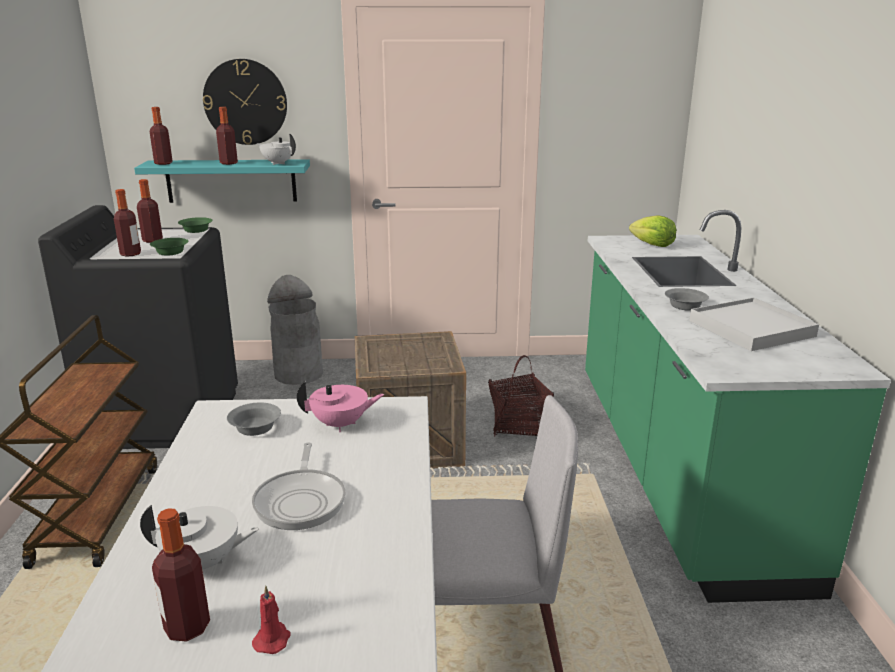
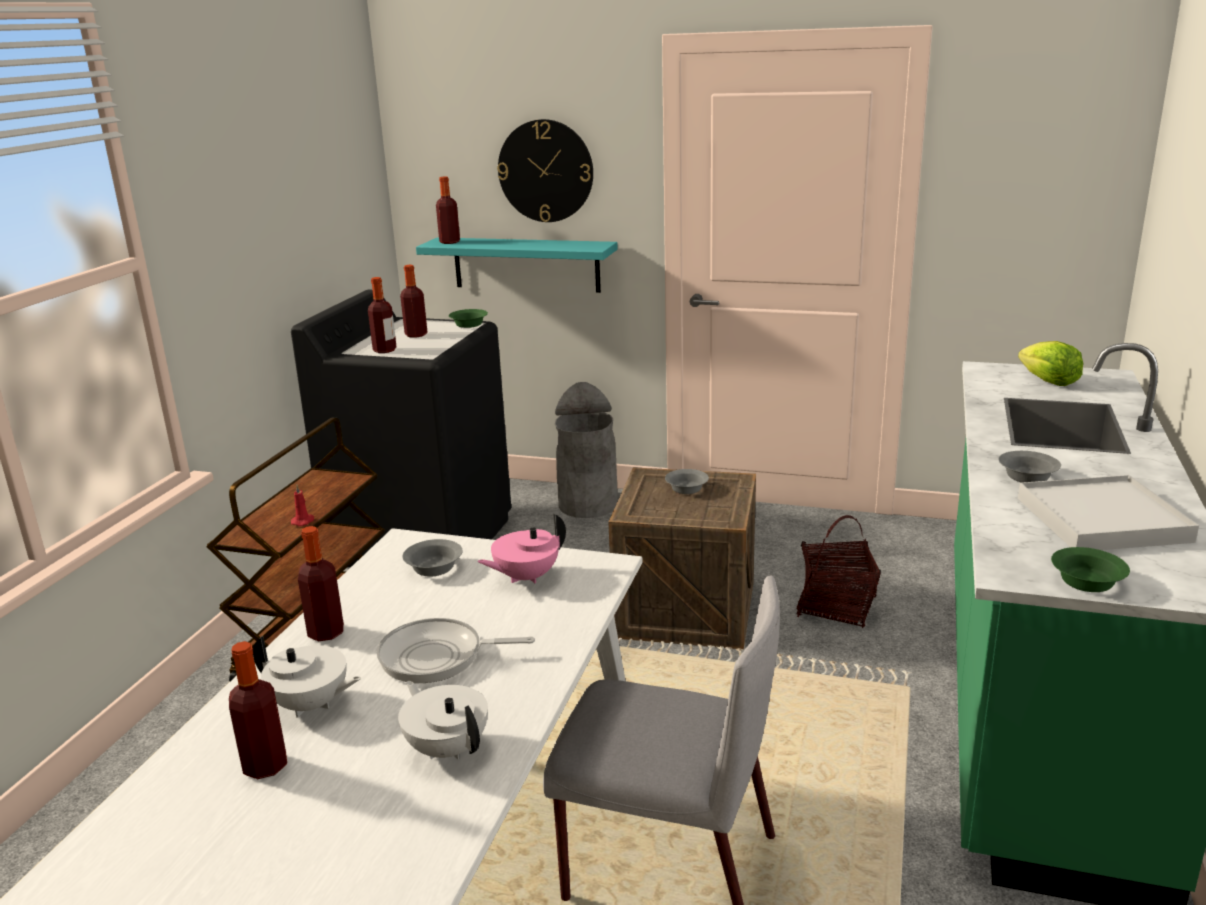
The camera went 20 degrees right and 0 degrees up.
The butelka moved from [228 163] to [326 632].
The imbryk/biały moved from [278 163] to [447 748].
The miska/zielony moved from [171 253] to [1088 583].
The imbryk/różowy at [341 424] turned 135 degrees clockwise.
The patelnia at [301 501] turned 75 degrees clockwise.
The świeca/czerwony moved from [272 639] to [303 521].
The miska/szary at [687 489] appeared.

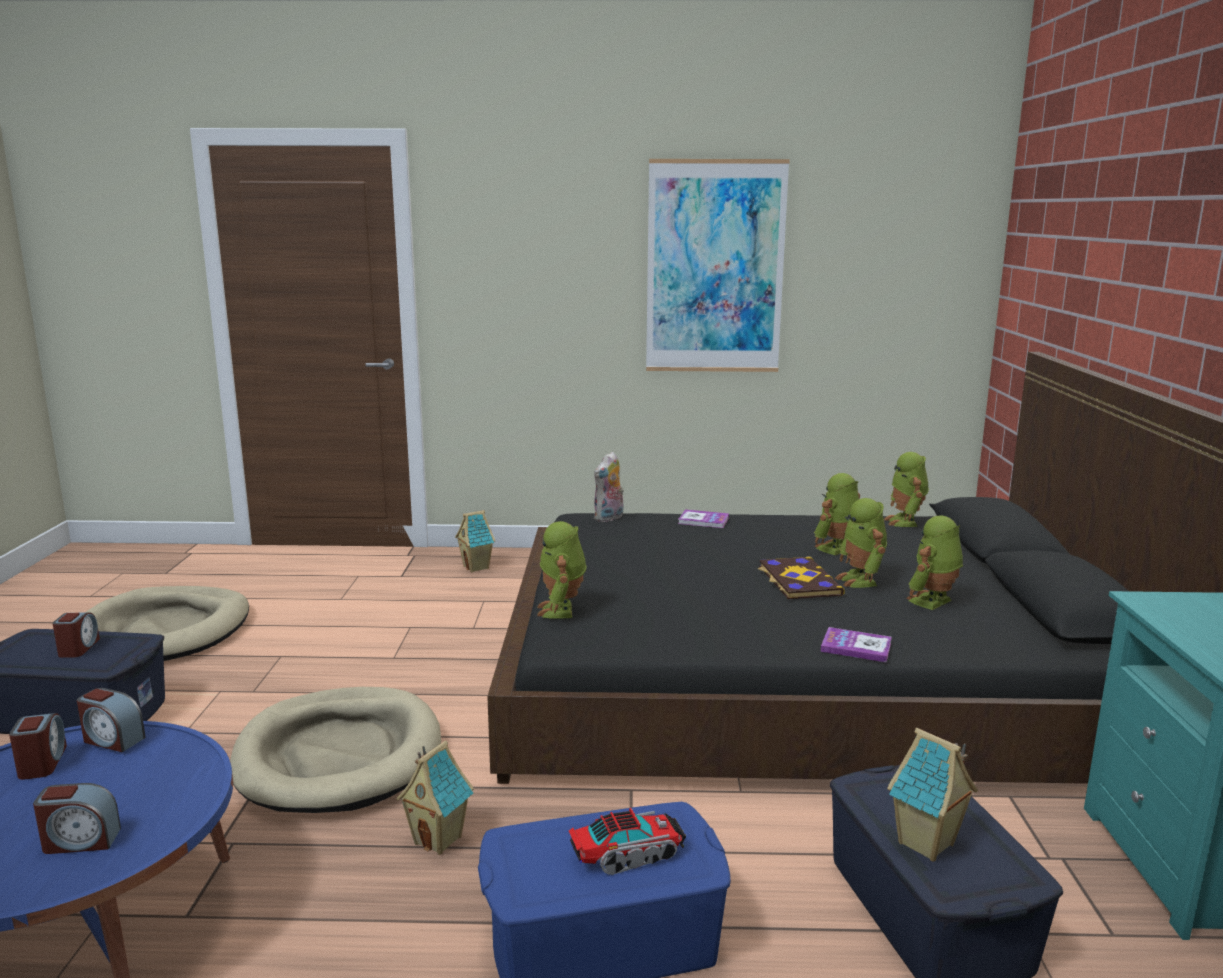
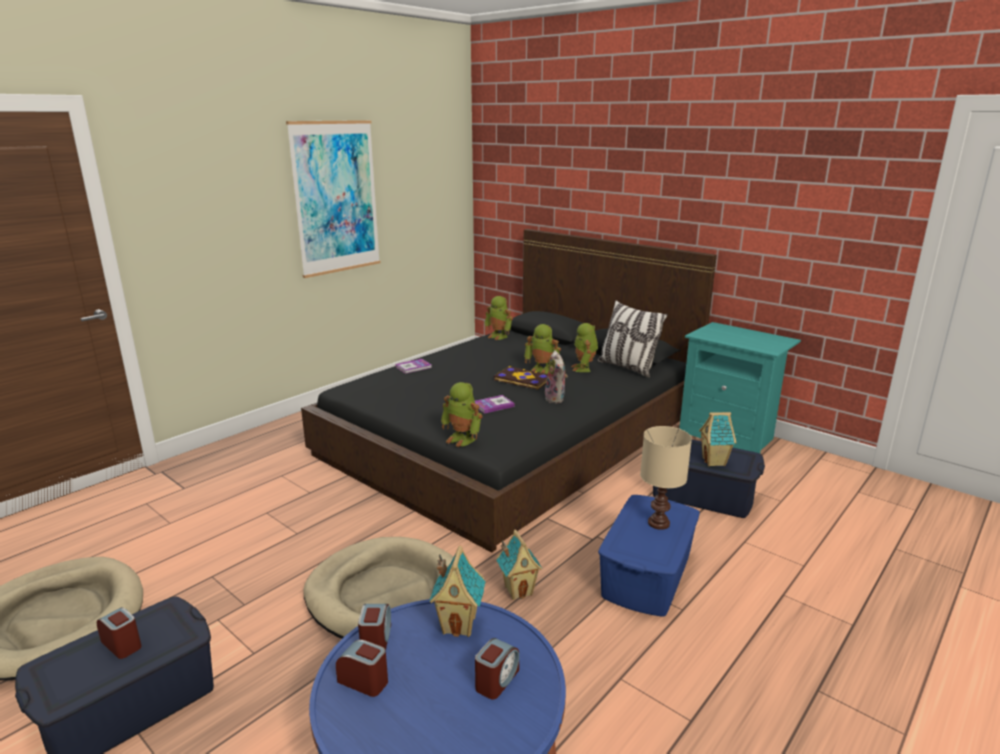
The camera went 50 degrees left and 5 degrees up.
The pluszak moved from [609 518] to [556 399].
The robot zabawkowy at [837 549] disappeared.
The domek moved from [477 567] to [459 625].
The książka moved from [856 647] to [493 405].
The budzik at [112 740] turned 60 degrees counterclockwise.
The ciężarówka zabawkowa at [628 855] was replaced by the lampa stołowa/beżowy at [657 523].
The poduszka at [627 368] appeared.

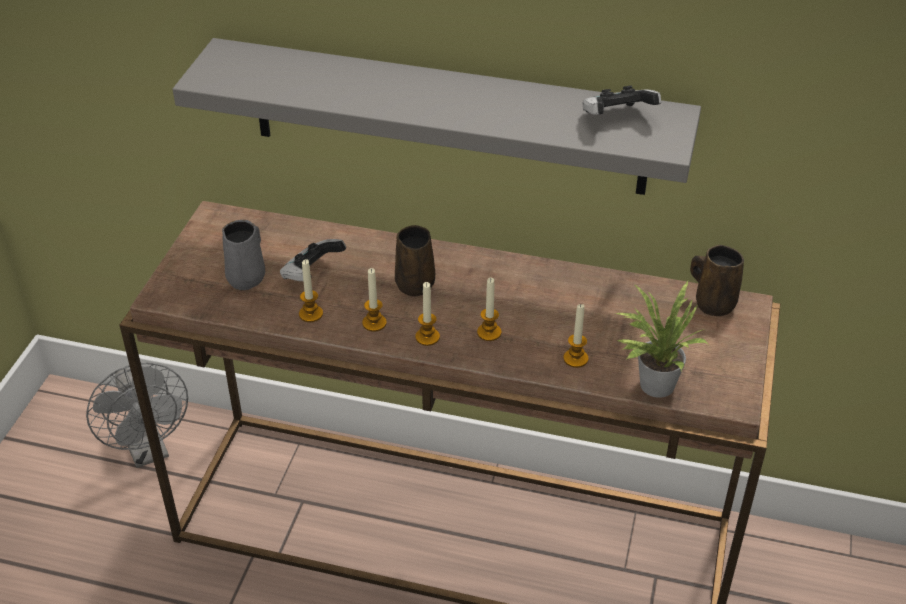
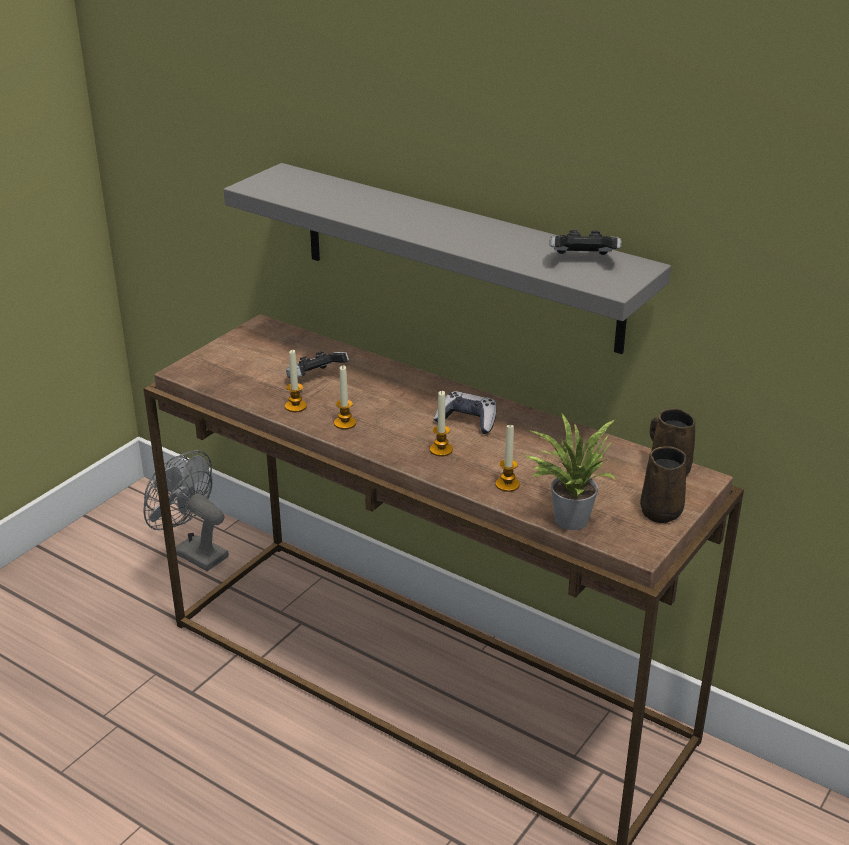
The camera went 20 degrees right and 10 degrees down.
The kubek/szary at [247 277] disappeared.
The kubek/brązowy moved from [416 283] to [662 510].
The świeca at [427 337] disappeared.
The wentylator/szary at [149 451] turned 135 degrees clockwise.
The pad do gier at [467 421] appeared.

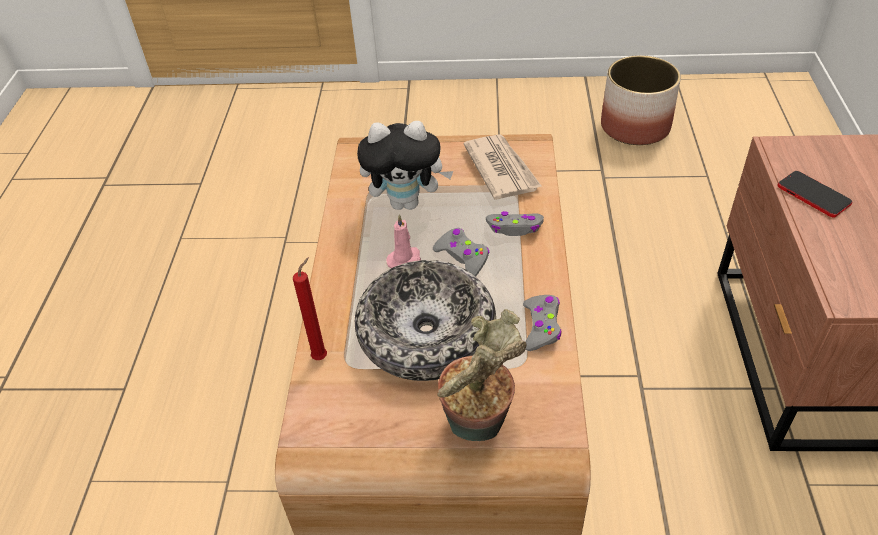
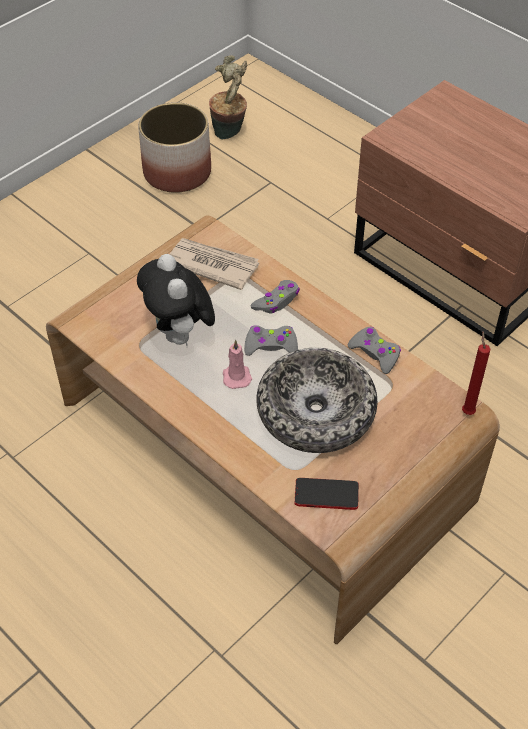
The camera went 50 degrees left and 5 degrees up.
The pluszak at [407 202] turned 120 degrees clockwise.
The telefon moved from [813 195] to [326 494].
The świeca/czerwony moved from [322 356] to [467 411].
The roślina doniczkowa moved from [479 429] to [230 132].

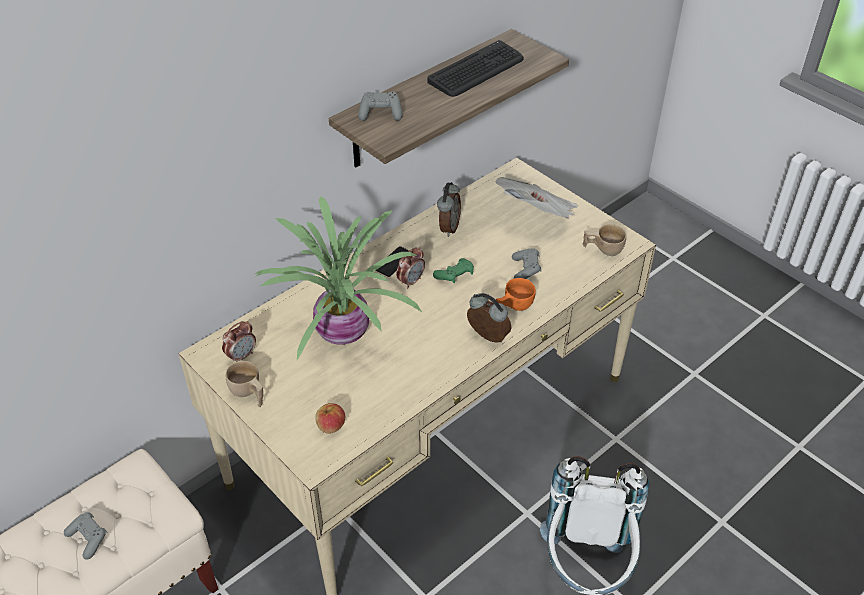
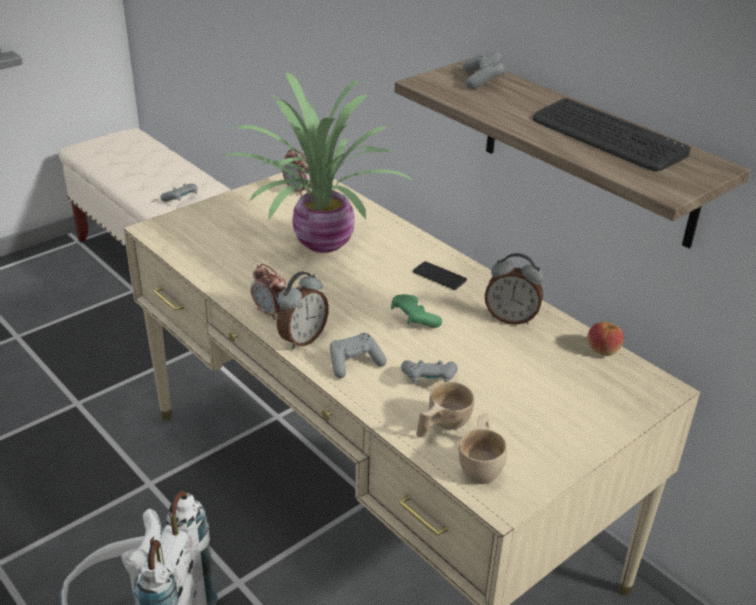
The camera went 90 degrees right and 10 degrees down.
The gazeta at [538 215] disappeared.
The budzik moved from [411 281] to [270 313].
The filiżanka/pomarańczowy at [512 307] was replaced by the pad do gier/szary at [354 363].
The filiżanka/beżowy moved from [248 394] to [441 426].
The jabłko moved from [331 426] to [602 350].

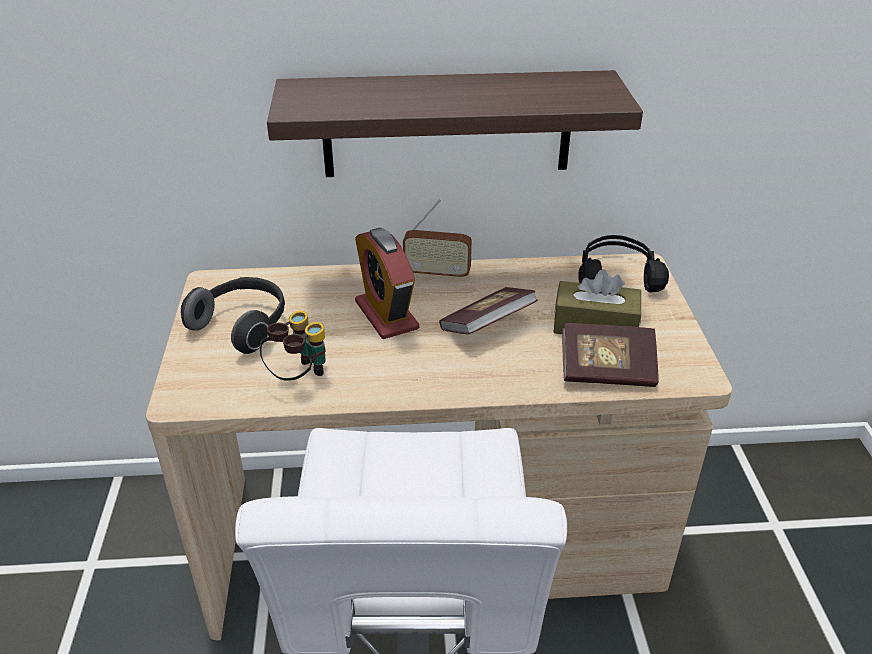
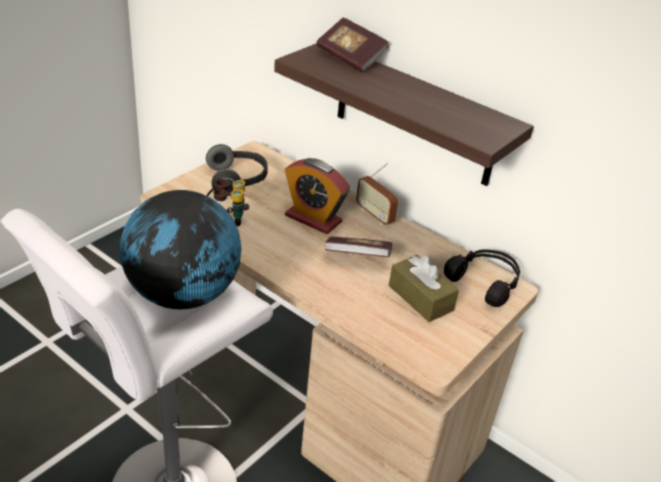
The camera went 40 degrees right and 0 degrees up.
The budzik at [386 315] turned 75 degrees counterclockwise.
The książka moved from [606 371] to [350 58].
The globus at [184 295] appeared.

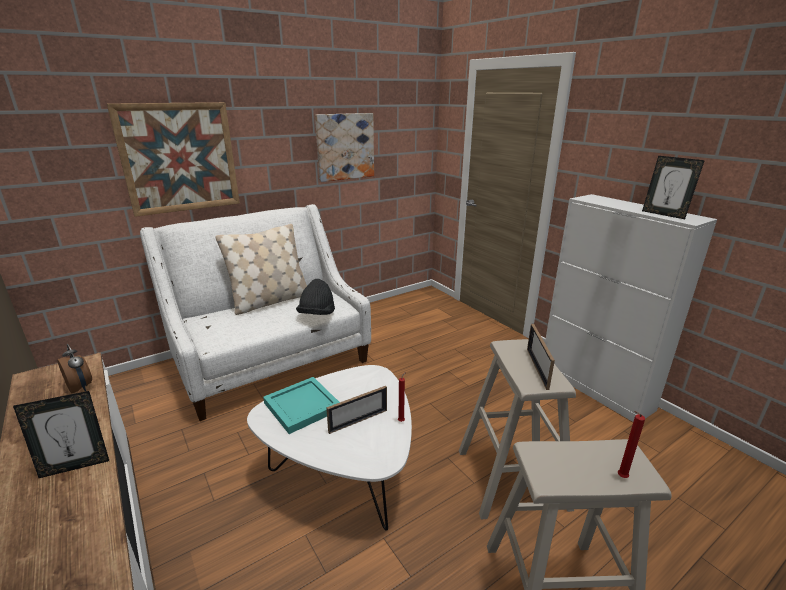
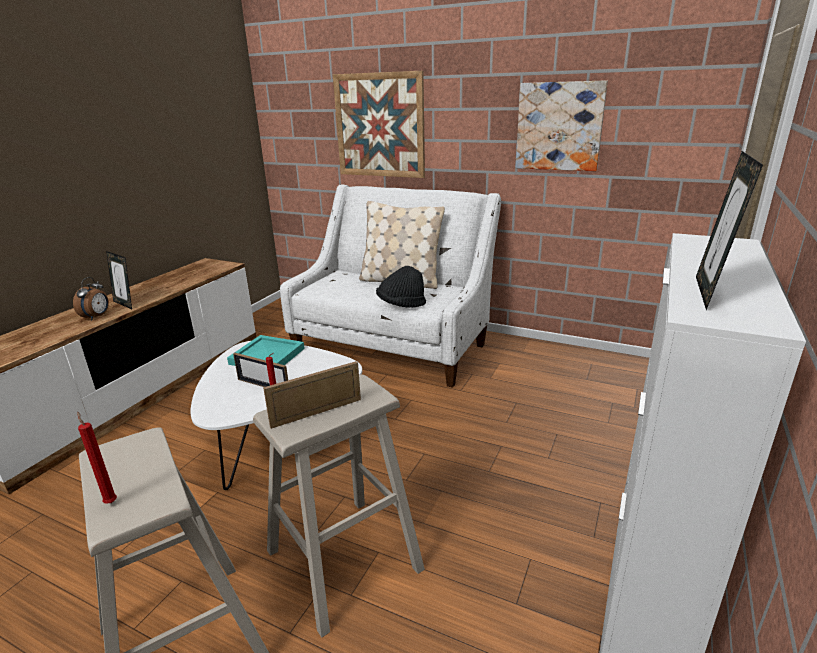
The camera went 60 degrees right and 0 degrees up.
The budzik moved from [81 387] to [97 317].

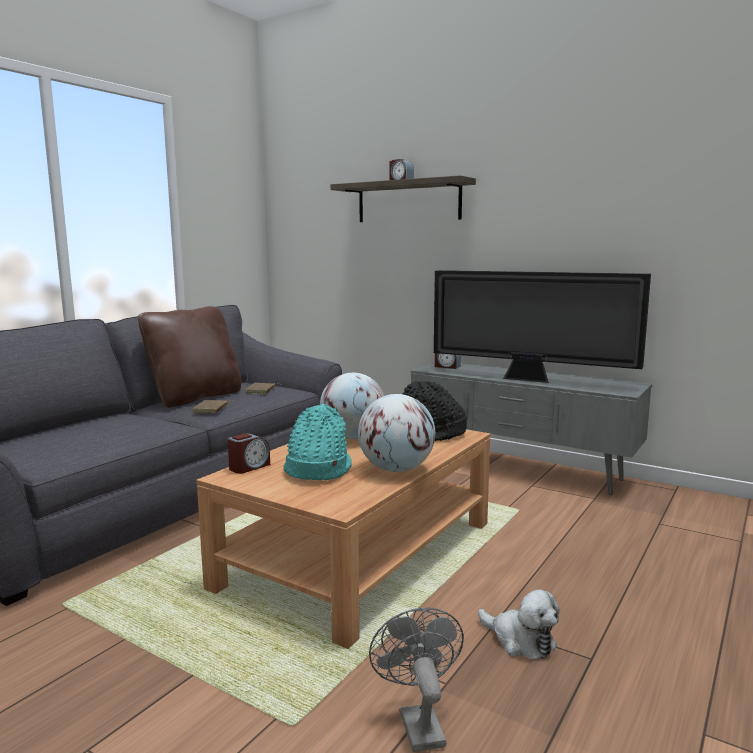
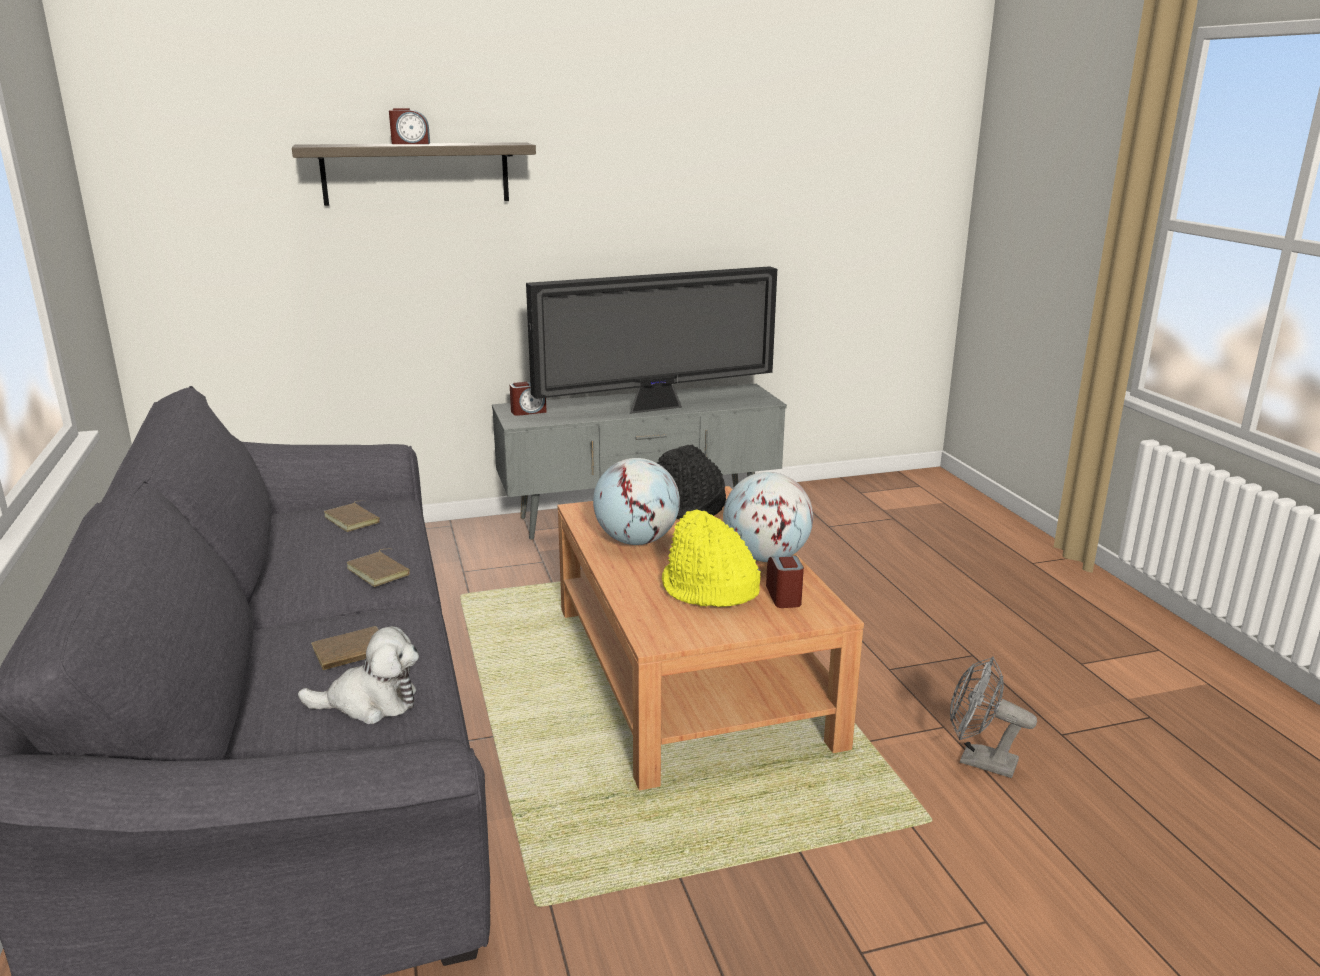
The camera went 50 degrees left and 10 degrees up.
The poduszka/brązowy at [195 397] disappeared.
The kapelusz/turkusowy at [316 469] became the kapelusz/żółty at [708 590].
The budzik moved from [249 467] to [784 596].
The pluszak moved from [520 640] to [370 703].
The książka/brązowy at [351 653] appeared.

